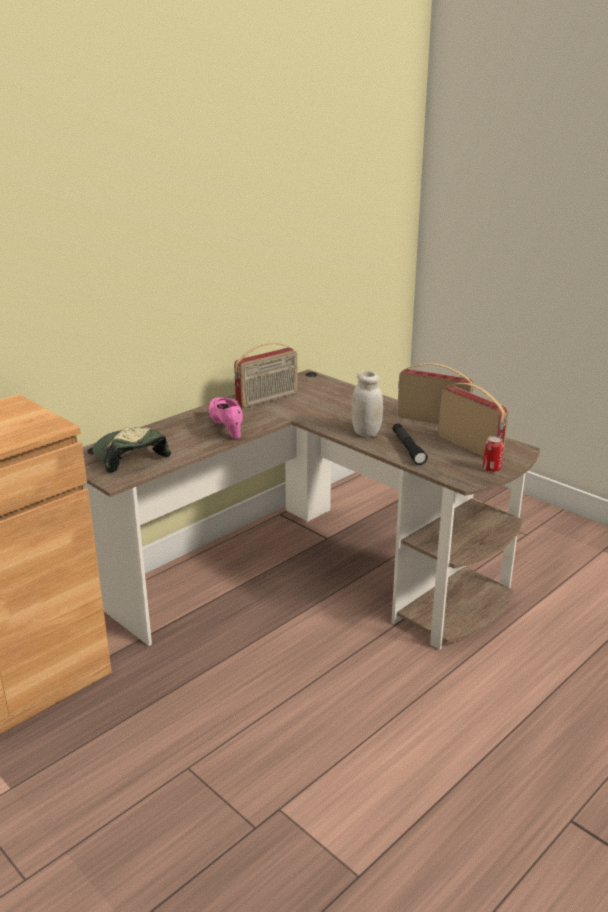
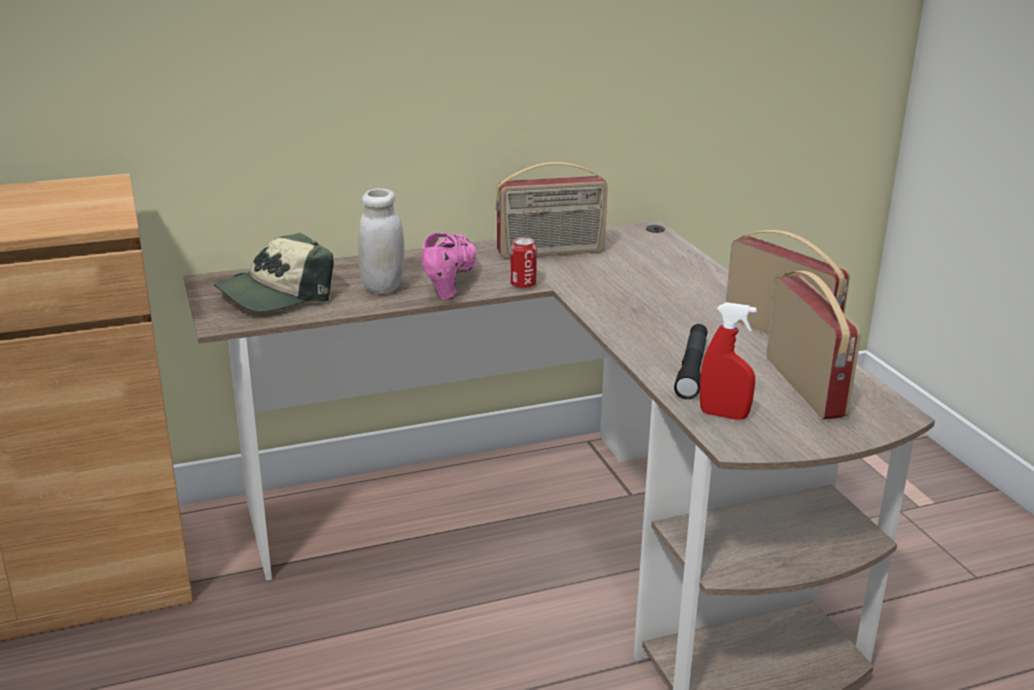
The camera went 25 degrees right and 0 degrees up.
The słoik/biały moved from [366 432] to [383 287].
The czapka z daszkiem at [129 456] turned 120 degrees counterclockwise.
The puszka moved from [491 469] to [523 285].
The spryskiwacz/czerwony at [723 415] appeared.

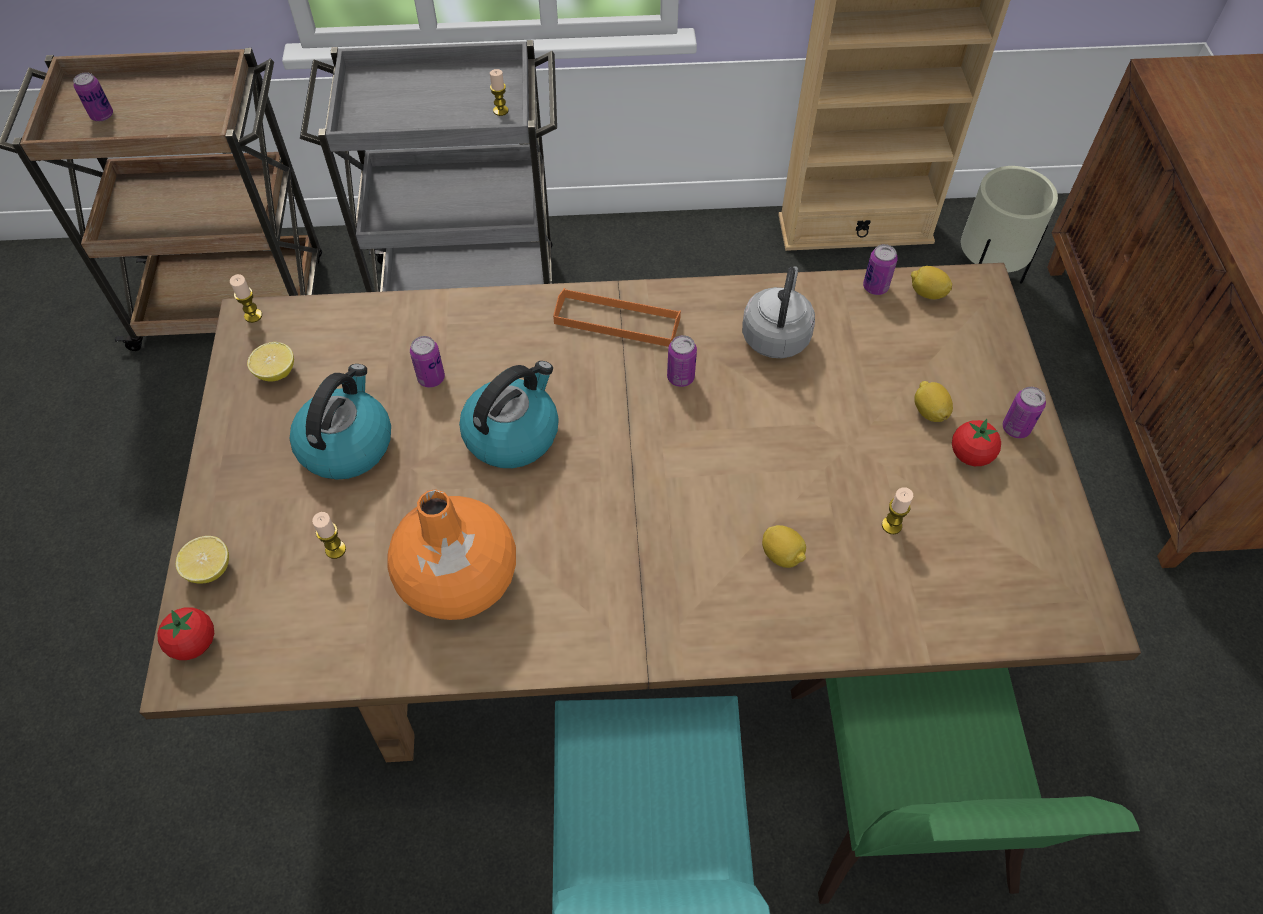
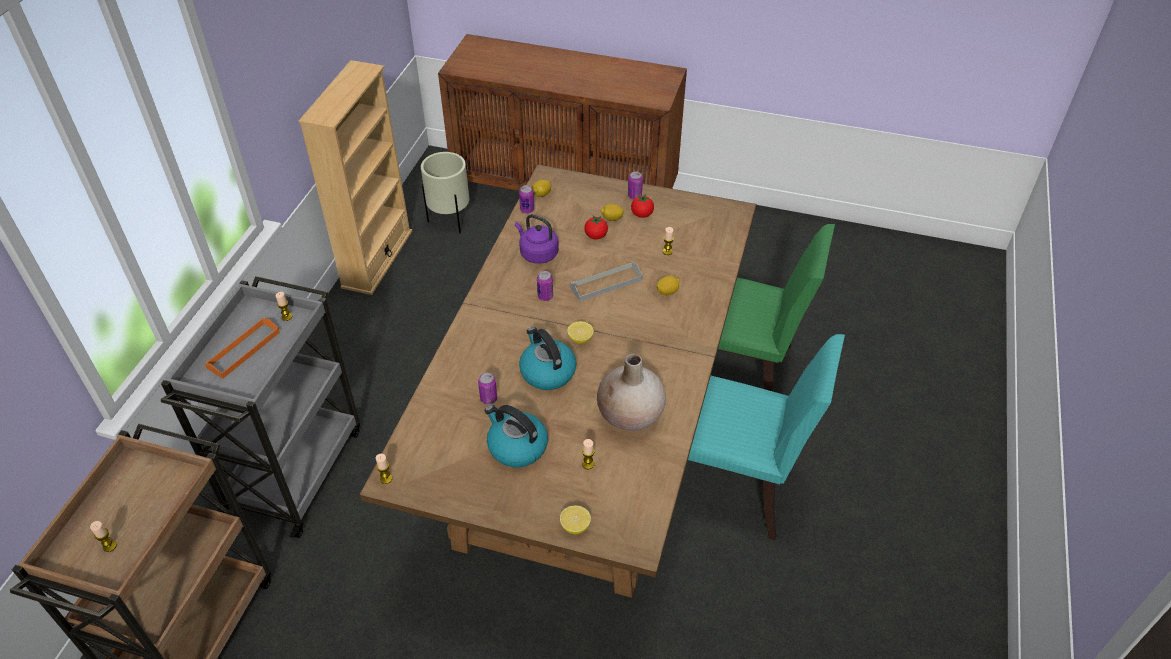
The camera went 70 degrees left and 10 degrees down.
The puszka at [102 115] was replaced by the świeca at [109 546].
The czajnik/szary at [776 334] became the czajnik/fioletowy at [537 253].
The taca/pomarańczowy moved from [617 321] to [243 350].
The cytryna moved from [276 372] to [580 339].
The wazon/pomarańczowy at [458 580] became the wazon/beżowy at [630 415].
The pomidor moved from [194 643] to [596 236].
The taca/szary at [606 283] appeared.

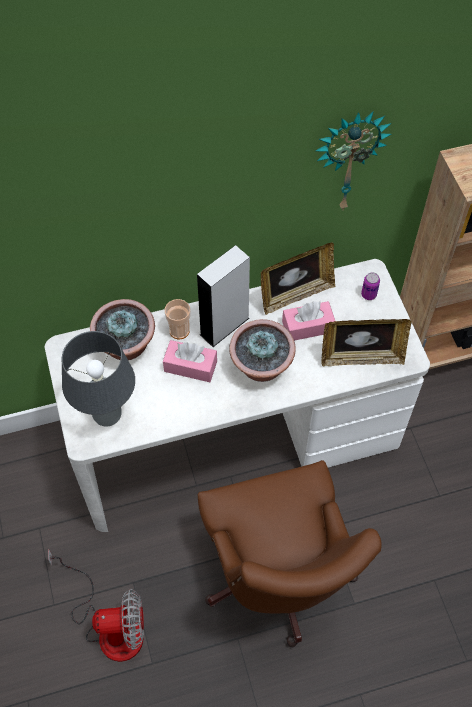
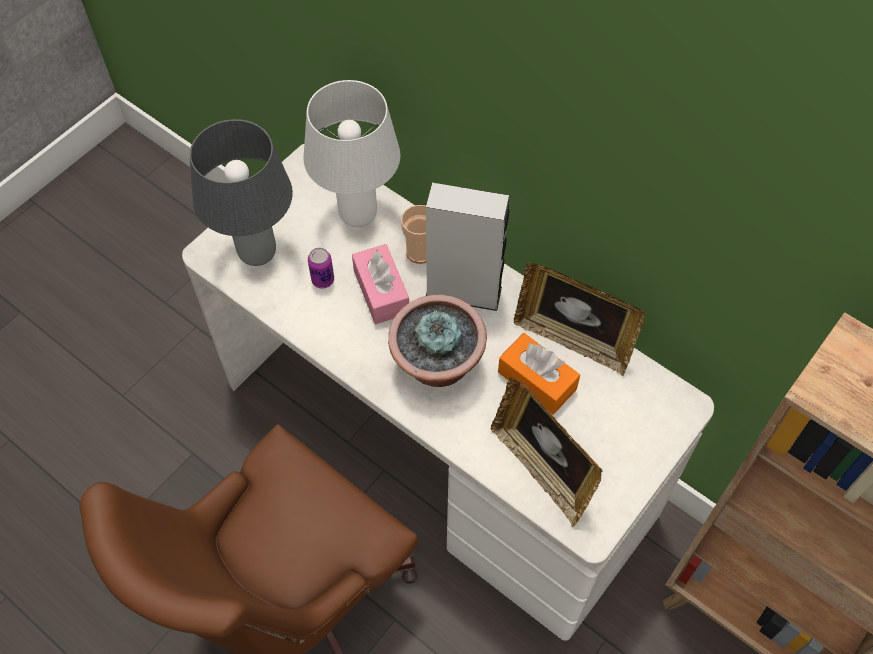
The camera went 55 degrees right and 0 degrees up.
The zegar ścienny at [347 160] disappeared.
The puszka moved from [368 294] to [323 280].
The roślina doniczkowa at [126 347] was replaced by the lampa stołowa/biały at [357 216].
The pudełko chusteczek/różowy at [307 327] became the pudełko chusteczek/pomarańczowy at [537 380].
The wentylator at [110 626] disappeared.

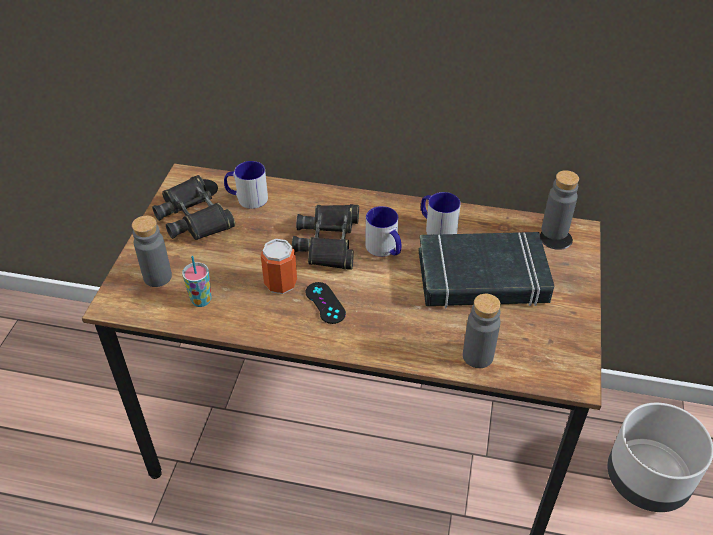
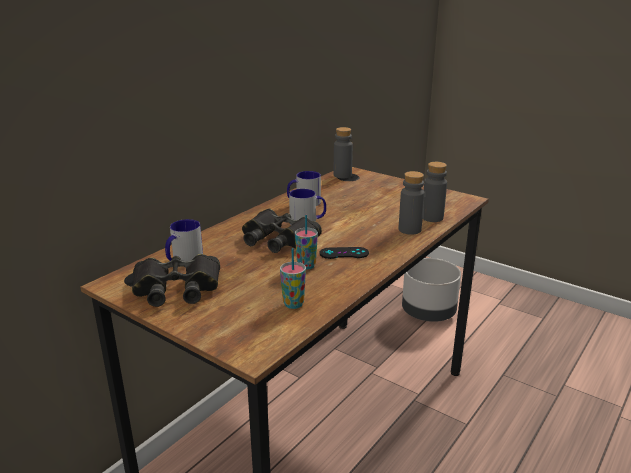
The camera went 65 degrees left and 20 degrees down.
The butelka/szary moved from [157 277] to [409 229].
The książka/czarny at [482 277] disappeared.
The puszka at [280 283] was replaced by the filiżanka at [306 266].

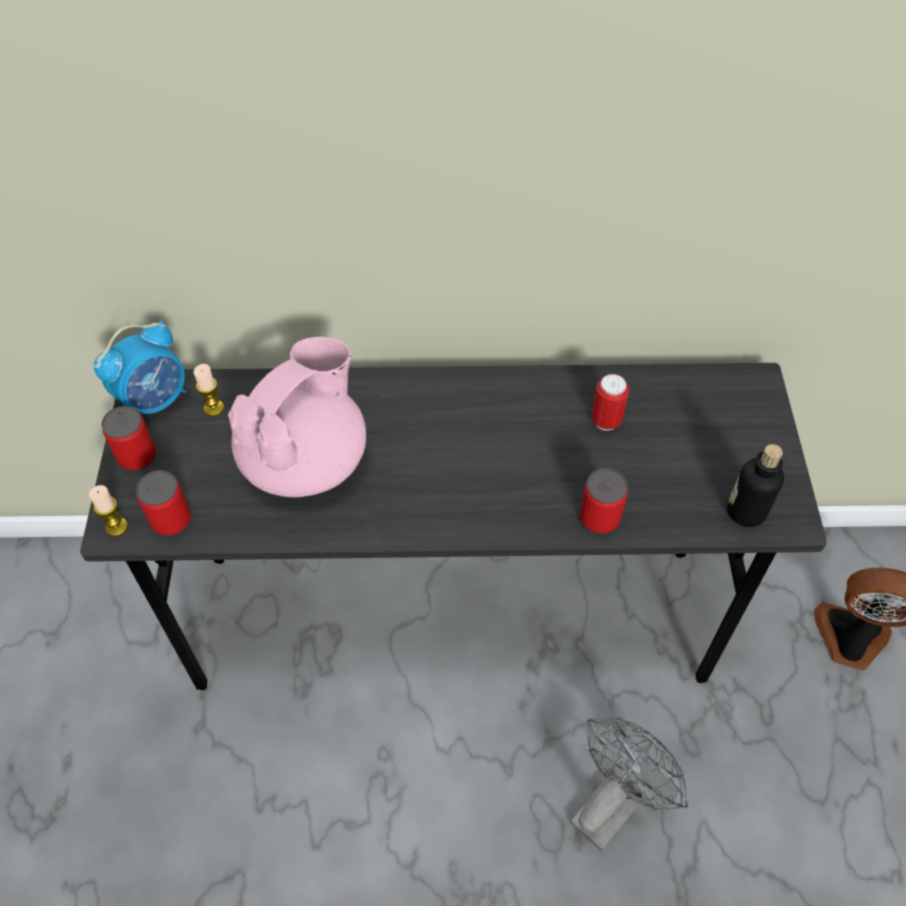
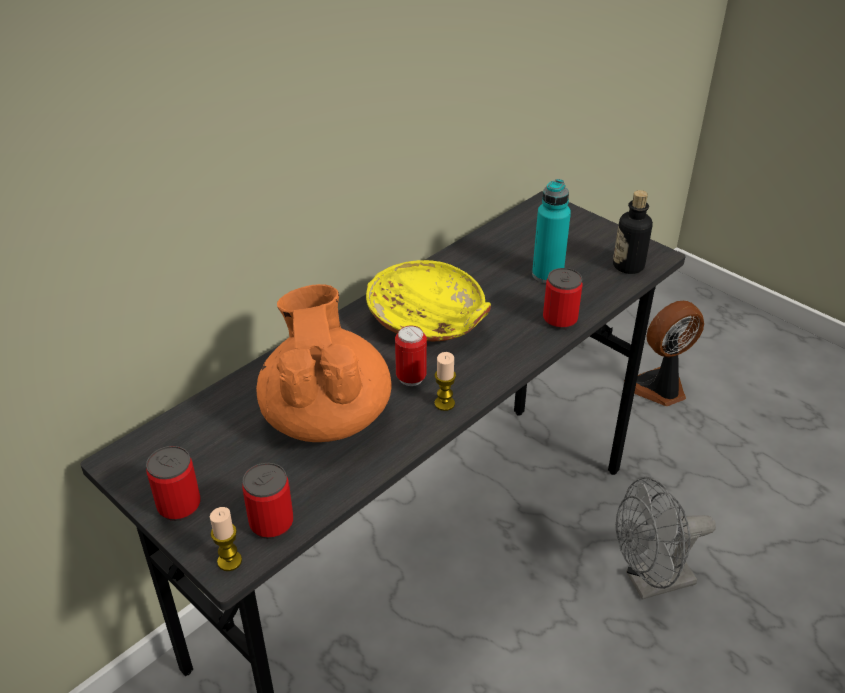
The camera went 45 degrees left and 15 degrees down.
The budzik at [155 400] disappeared.
The imbryk/różowy at [306 460] became the imbryk/pomarańczowy at [326 416].
The świeca moved from [214 408] to [444 403].
The puszka moved from [606 421] to [411 378].
The wentylator/szary at [612 802] turned 105 degrees counterclockwise.
The butelka/turkusowy at [547 274] appeared.
The miska/żółty at [428 319] appeared.

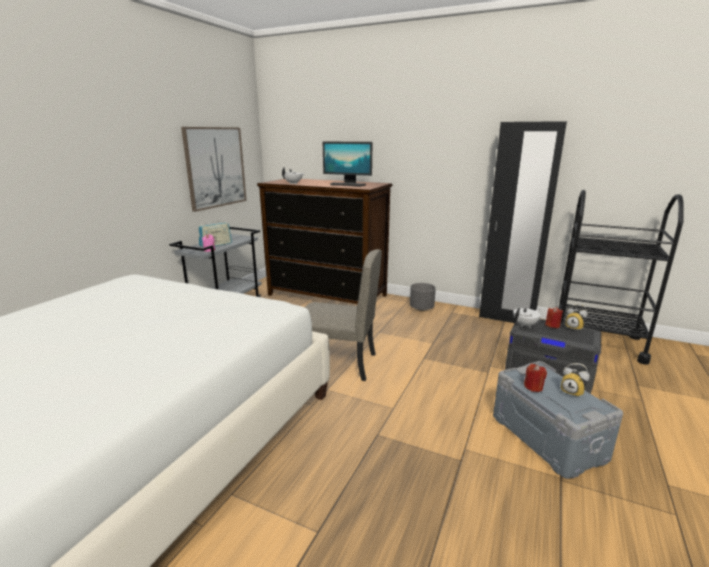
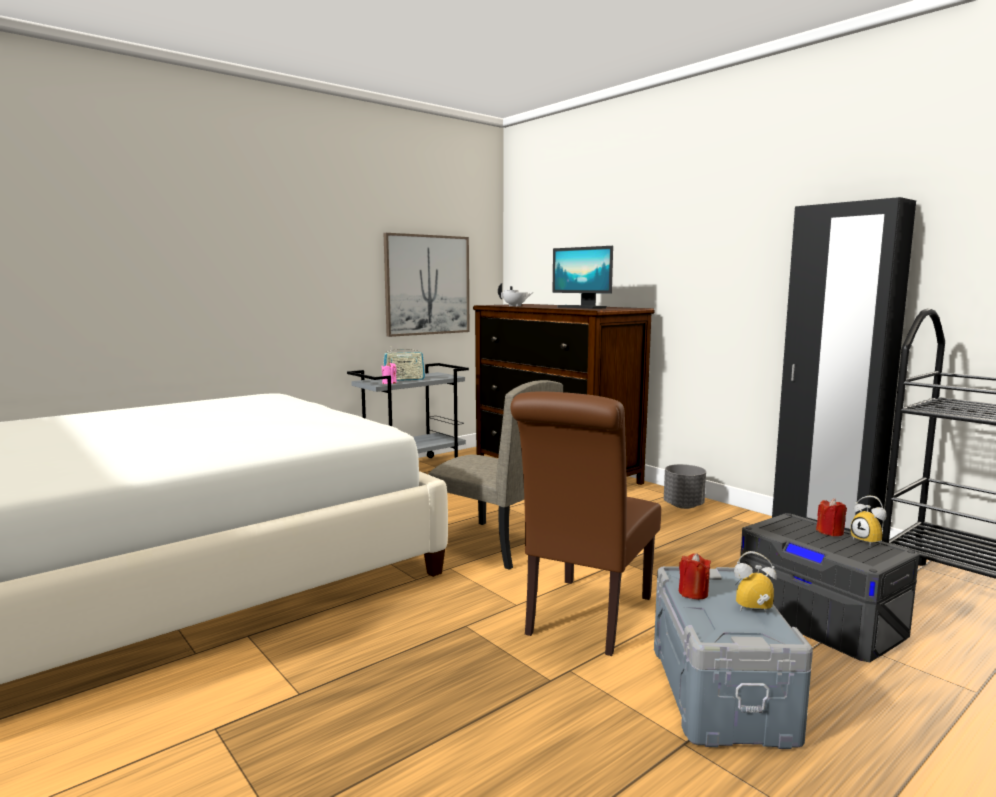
The camera went 25 degrees right and 10 degrees down.
The imbryk/biały at [525 325] disappeared.
The budzik at [572 392] turned 120 degrees clockwise.
The krzesło/brązowy at [585 618] appeared.

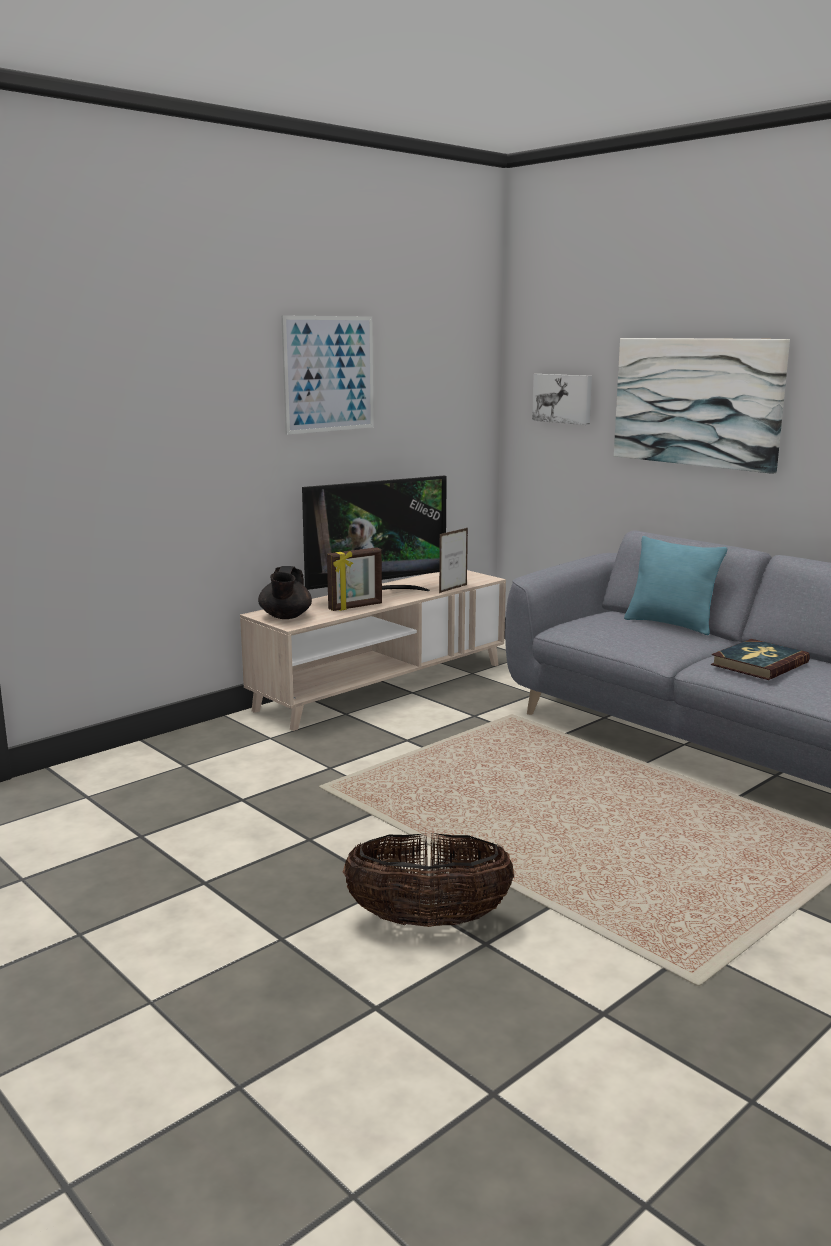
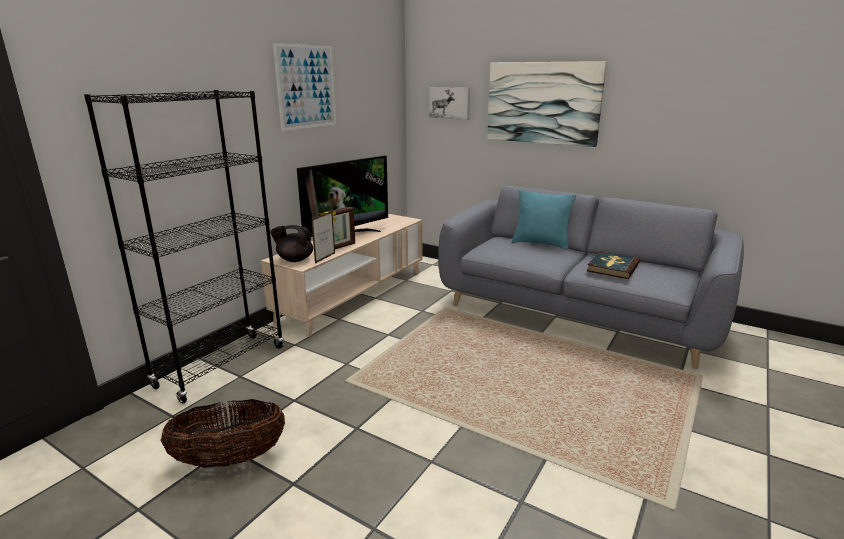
The camera went 15 degrees left and 5 degrees up.
The ramka na zdjęcie moved from [453 589] to [325 258].
The imbryk/czarny at [285 617] turned 105 degrees clockwise.
The koszyk moved from [428 920] to [230 459].
The regał/czarny at [221 366] appeared.

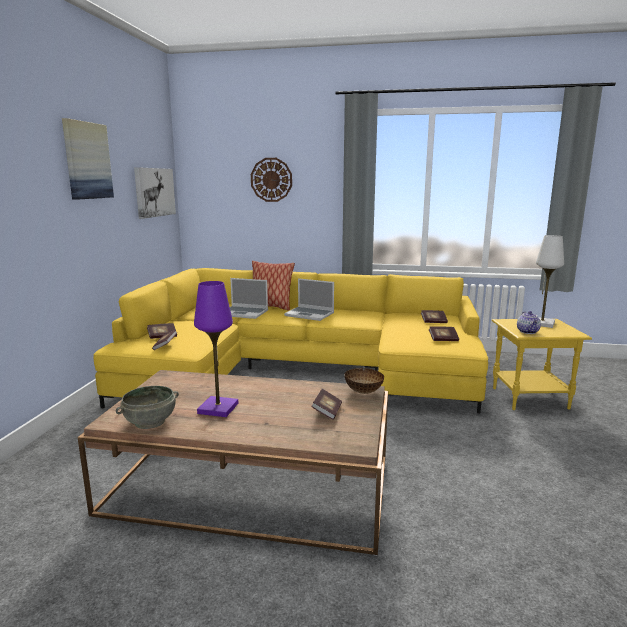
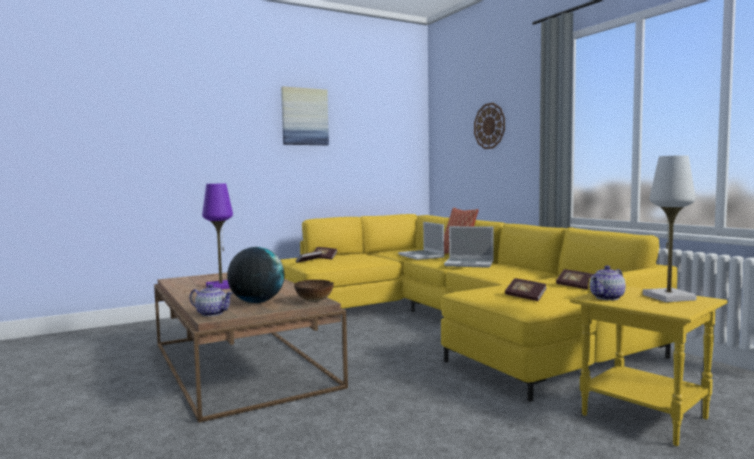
The camera went 50 degrees right and 10 degrees down.
The obraz at [154 192] disappeared.
The laptop at [310 314] turned 60 degrees counterclockwise.
The miska/szary at [150 422] disappeared.
The książka at [327 412] was replaced by the globus at [257 302].
The imbryk at [212 313] appeared.

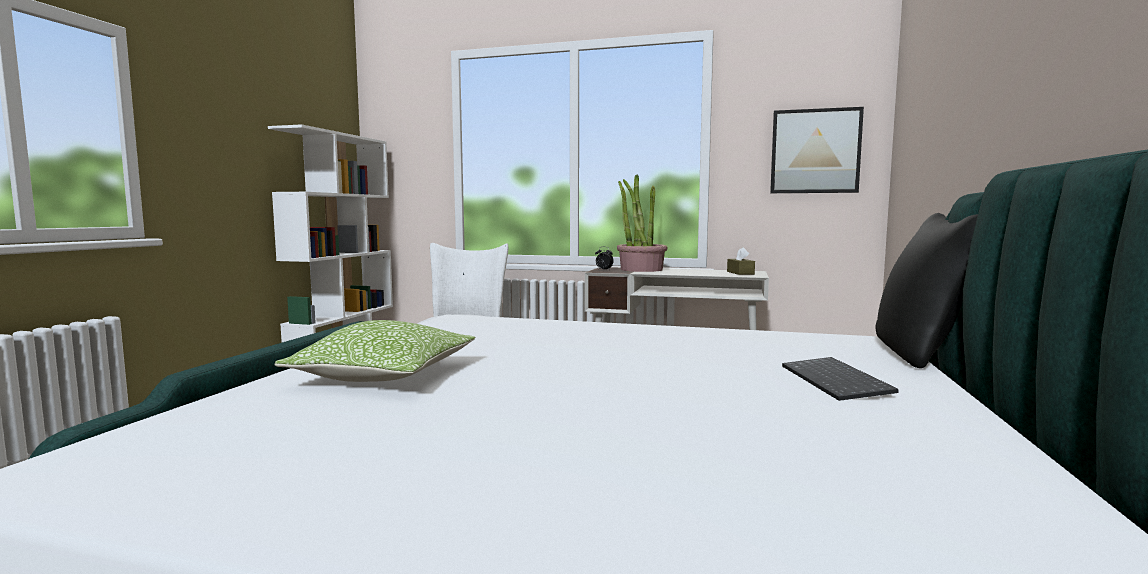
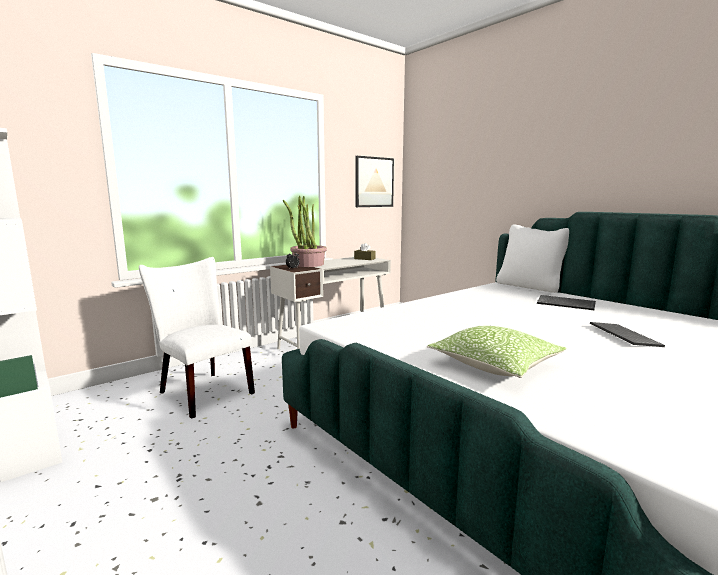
The camera went 55 degrees left and 5 degrees up.
The poduszka/czarny at [921 353] became the poduszka/biały at [530 286].
The klawiatura at [622 335] appeared.

